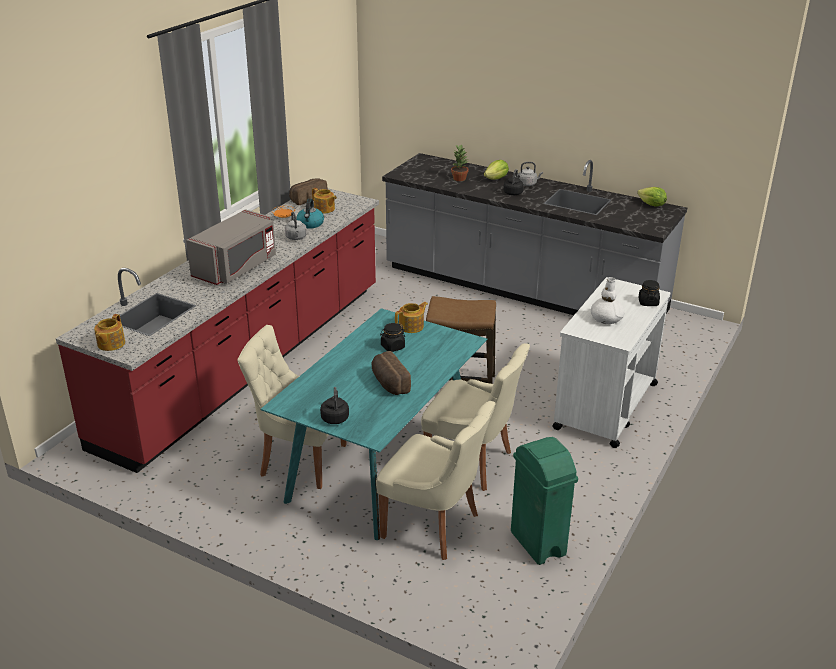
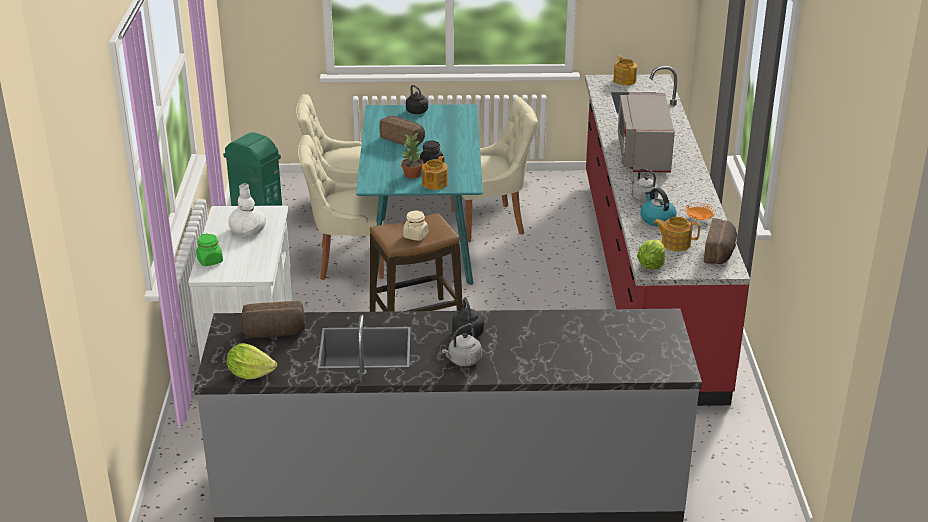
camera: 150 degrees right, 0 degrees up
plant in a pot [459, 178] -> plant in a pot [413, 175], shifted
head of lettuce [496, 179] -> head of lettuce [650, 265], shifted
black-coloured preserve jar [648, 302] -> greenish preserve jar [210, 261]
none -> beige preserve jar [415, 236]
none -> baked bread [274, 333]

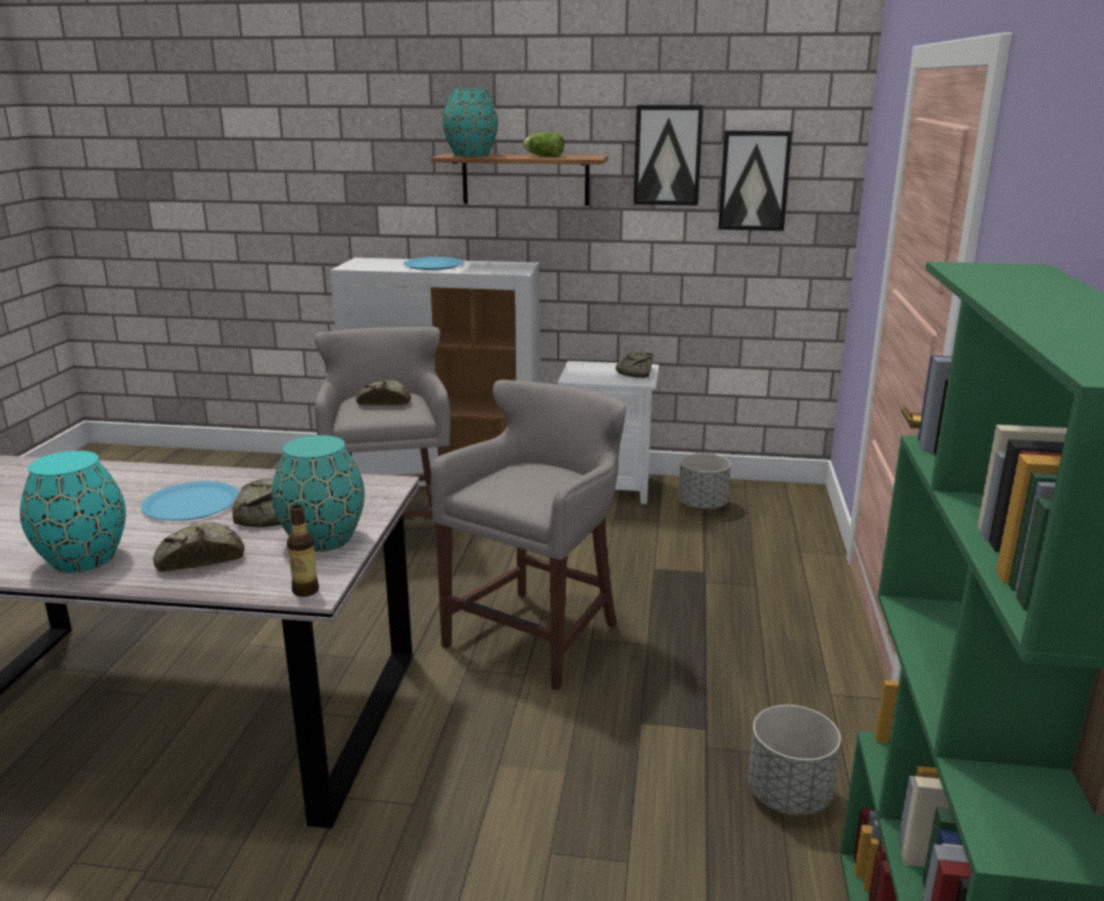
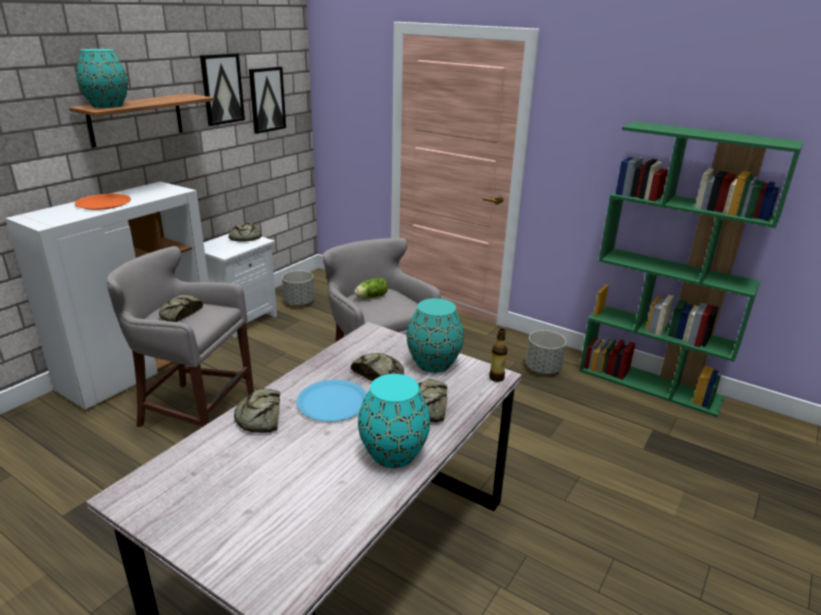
camera: 65 degrees left, 5 degrees up
head of lettuce [542, 156] -> head of lettuce [370, 297], shifted
blue flat dish [433, 265] -> orange flat dish [103, 203]
none -> baked bread [261, 417]

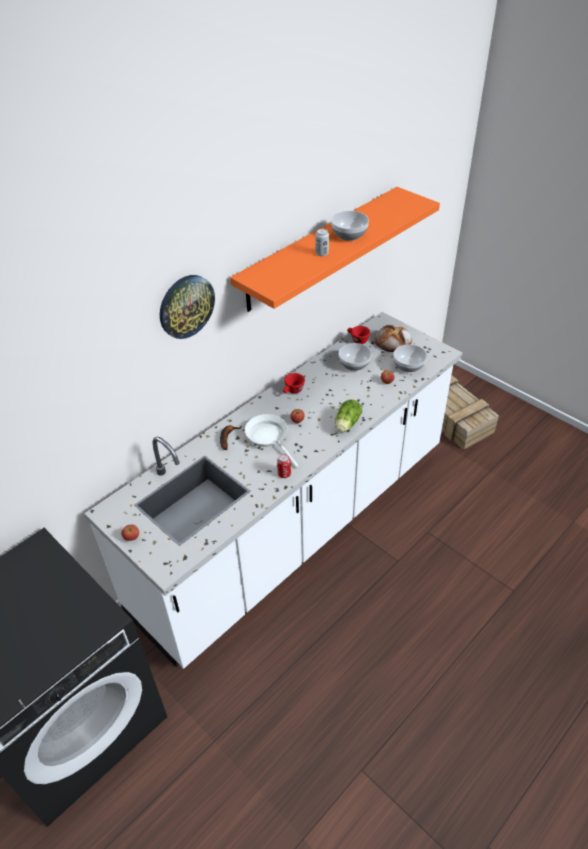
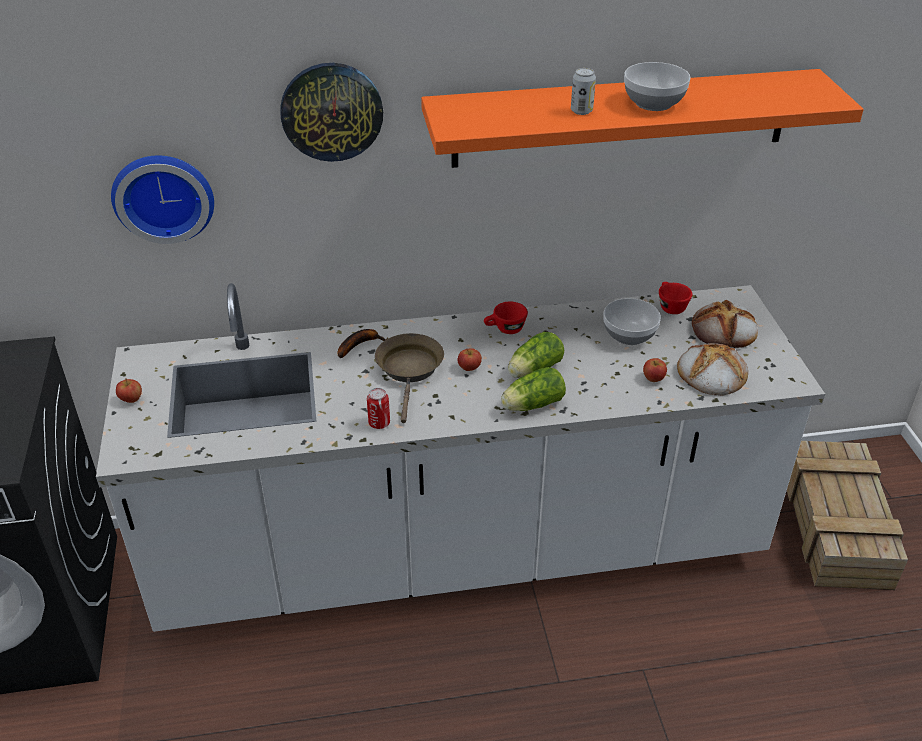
camera: 35 degrees right, 5 degrees down
serving bowl [408, 366] -> baked bread [711, 373]
whitish skillet [269, 438] -> brown-coloured skillet [410, 370]
none -> clock on the wall [163, 196]
none -> head of lettuce [533, 370]

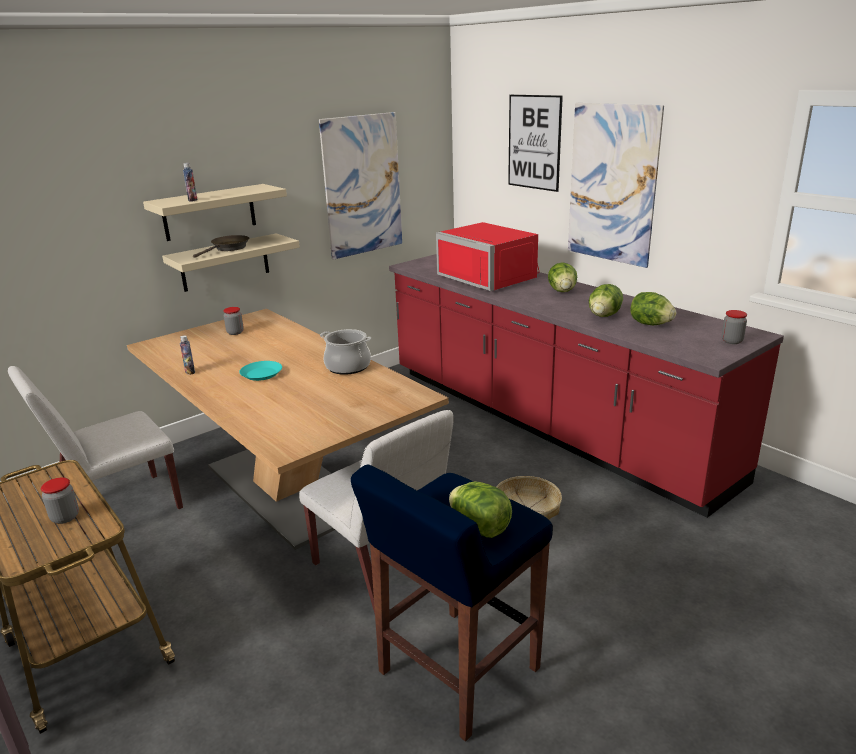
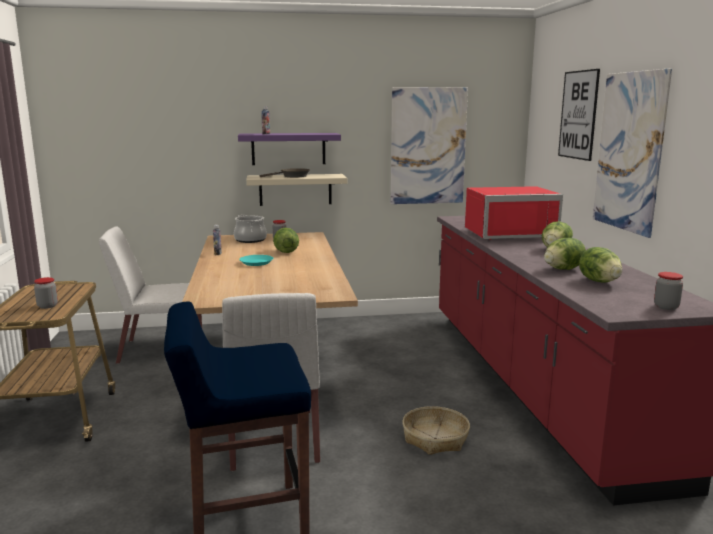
camera: 30 degrees right, 10 degrees down
beige wall shelf [209, 212] -> purple wall shelf [288, 148]
red microwave [491, 277] -> red microwave [508, 233], 90 degrees counterclockwise
saucepot [348, 366] -> saucepot [250, 240], shifted
head of lettuce [480, 528] -> head of lettuce [286, 252], shifted

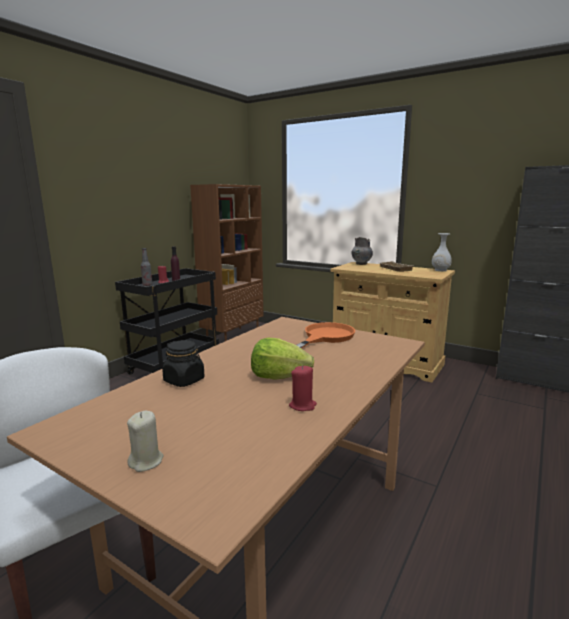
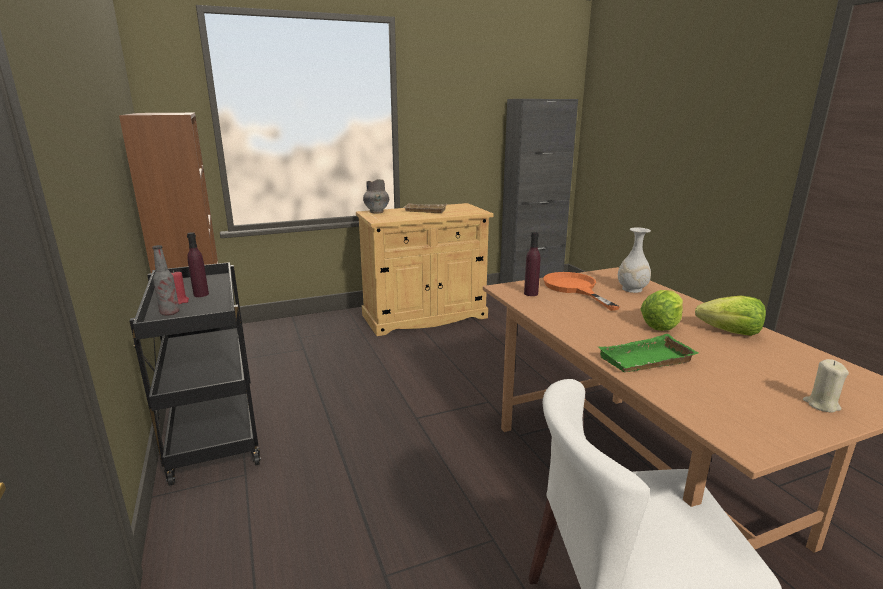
camera: 55 degrees left, 5 degrees up
whitish flower vase [440, 270] -> whitish flower vase [631, 289], shifted
black-coloured preserve jar [184, 380] -> greenish carrying tray [646, 361]
red candle [302, 405] -> head of lettuce [730, 332]
none -> purple beverage bottle [531, 293]

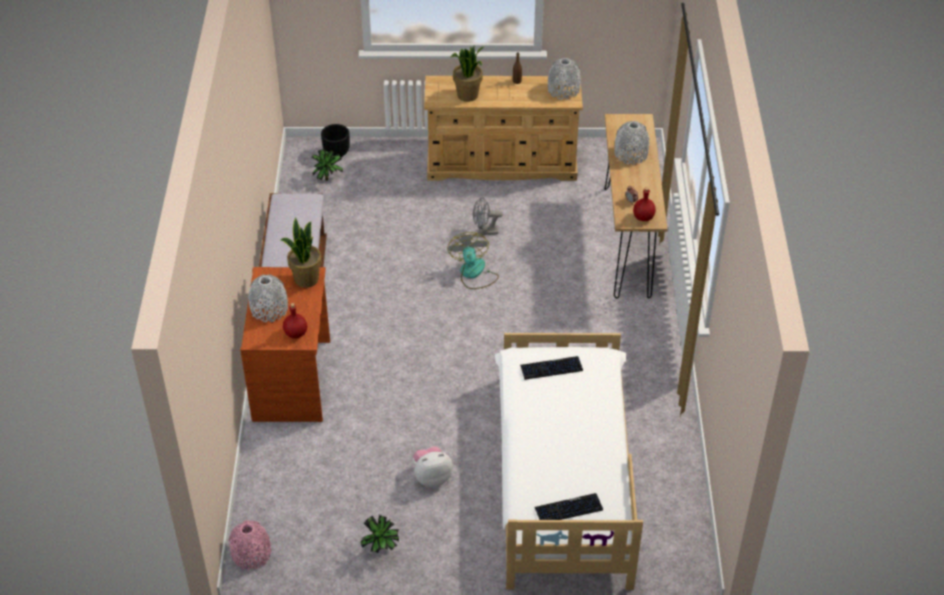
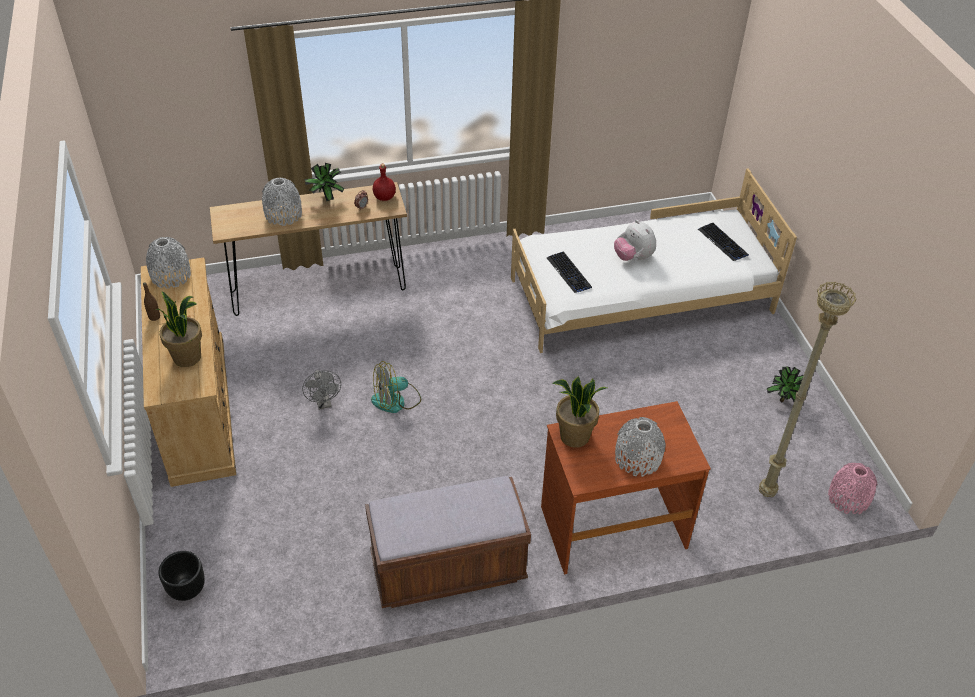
camera: 105 degrees left, 0 degrees up
plant in a pot [328, 178] -> plant in a pot [325, 199], shifted
red beverage bottle [296, 333] -> none
plush toy [432, 477] -> plush toy [633, 257], shifted
none -> beige floor lamp [768, 492]

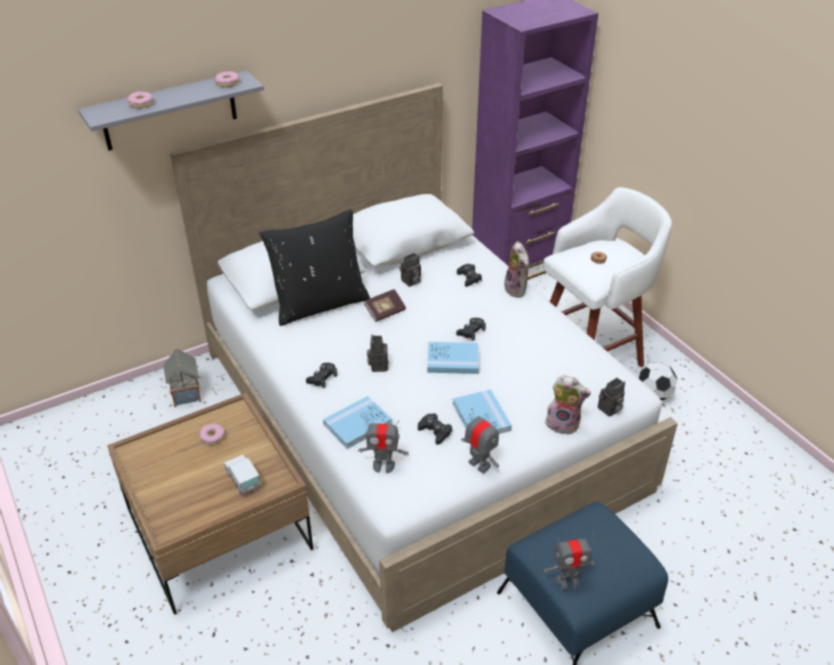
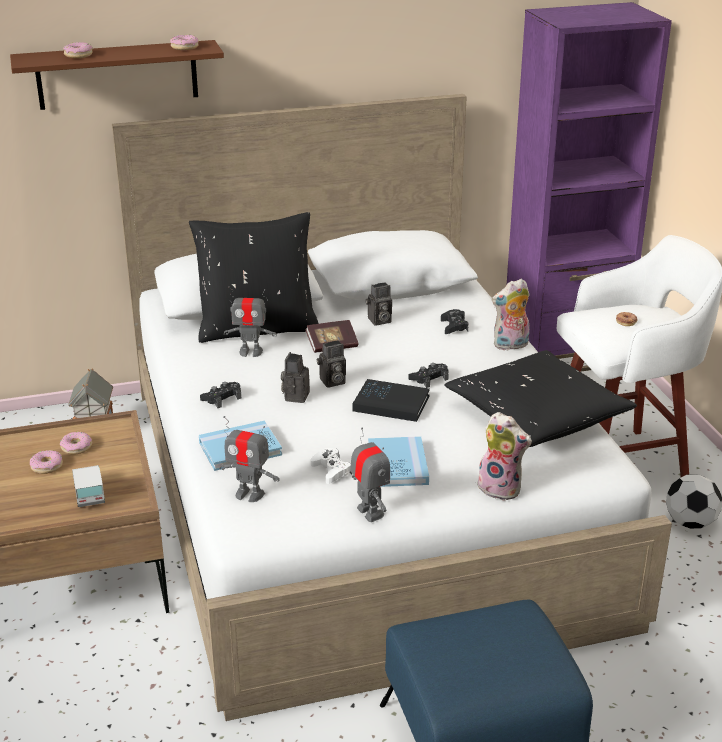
camera: 15 degrees right, 10 degrees down
gray wall shelf [169, 111] -> brown-coloured wall shelf [117, 75]
plush toy [517, 290] -> plush toy [510, 346], 75 degrees clockwise
blue volume [453, 360] -> black-coloured volume [391, 403]
still camera [609, 410] -> still camera [332, 382], shifted
black-coloured game controller [435, 431] -> whitish game controller [331, 470]
toy robot [567, 580] -> toy robot [250, 352], shifted
none -> black-coloured pillow [537, 415]
none -> ring doughnut [47, 466]

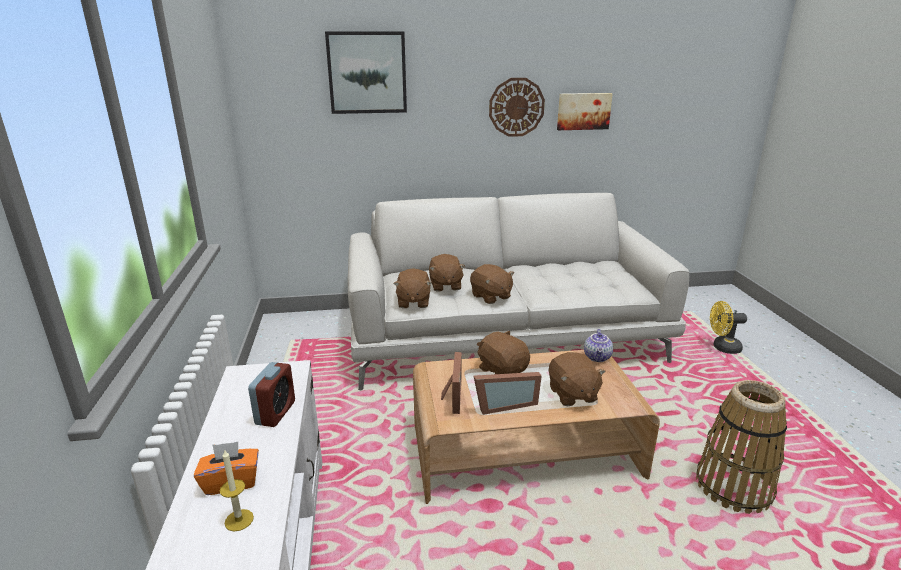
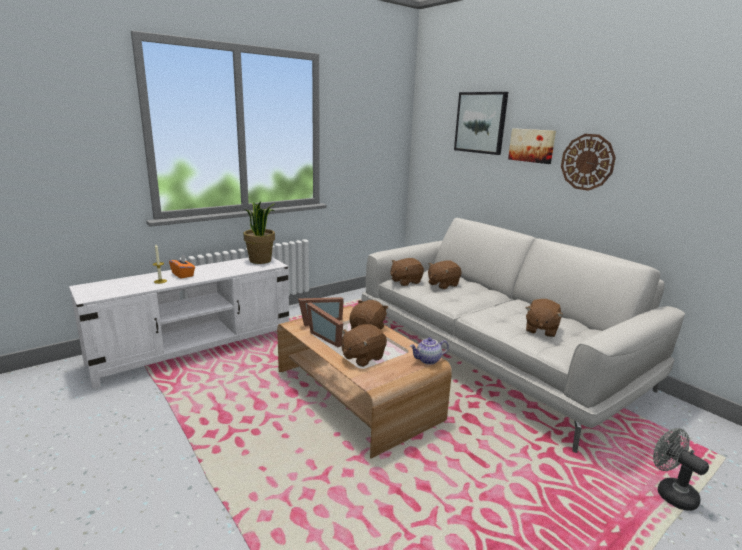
camera: 60 degrees right, 5 degrees down
wall picture [583, 111] -> wall picture [532, 145], shifted
brown-coloured plush toy [491, 296] -> brown-coloured plush toy [540, 329], shifted
yellow-coloured cooling fan [722, 348] -> gray cooling fan [670, 492]
alarm clock [275, 413] -> none
household basket [733, 487] -> none
none -> plant in a pot [261, 260]

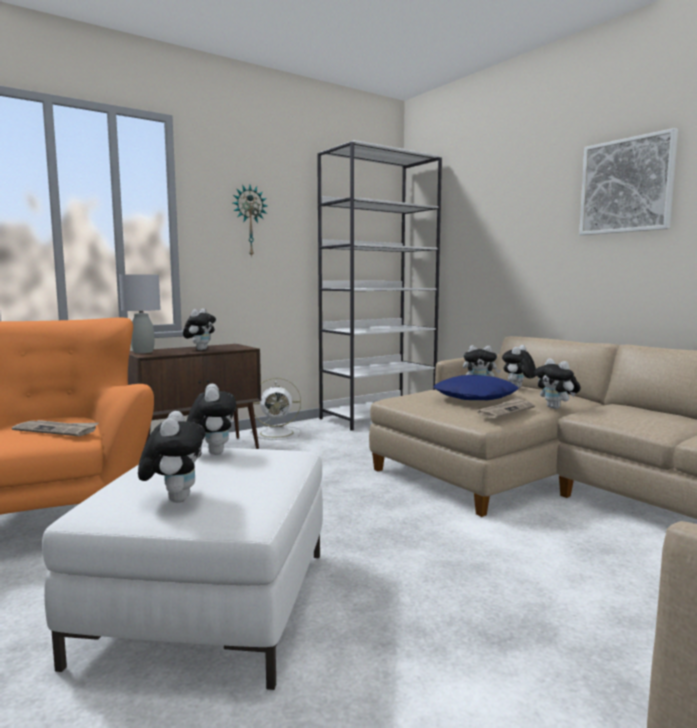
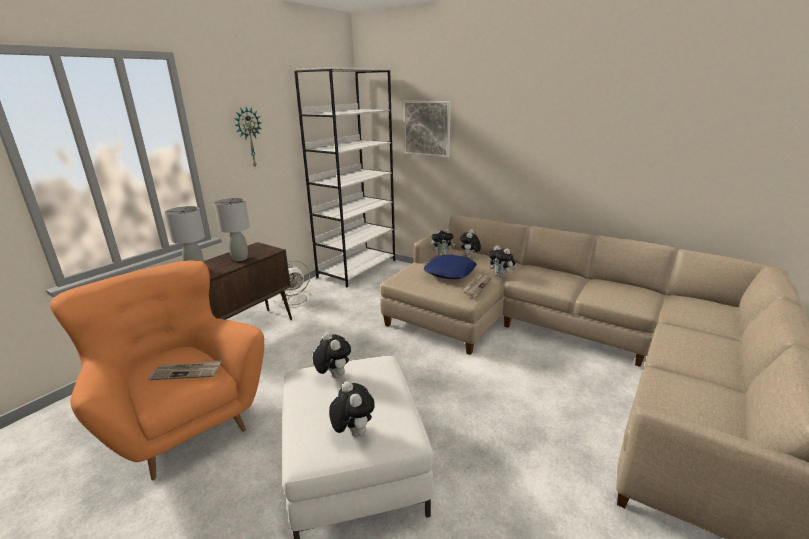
camera: 20 degrees left, 15 degrees up
wall picture [626, 186] -> wall picture [427, 128], shifted
plush toy [200, 349] -> gray table lamp [240, 258]

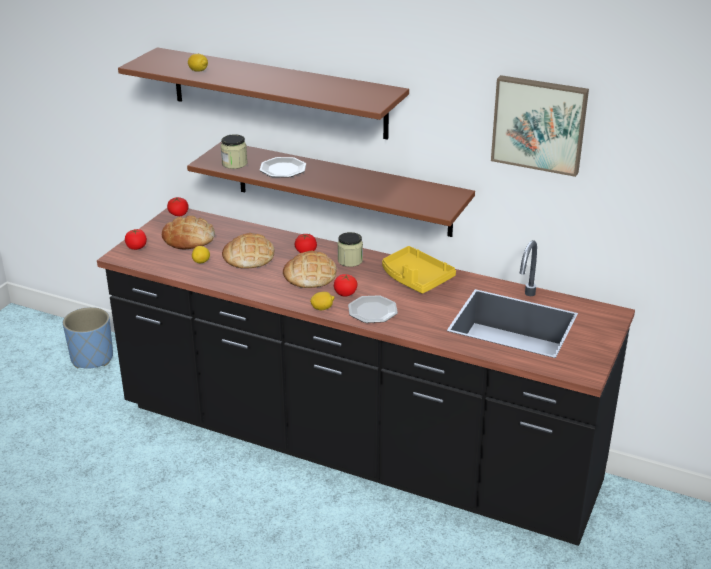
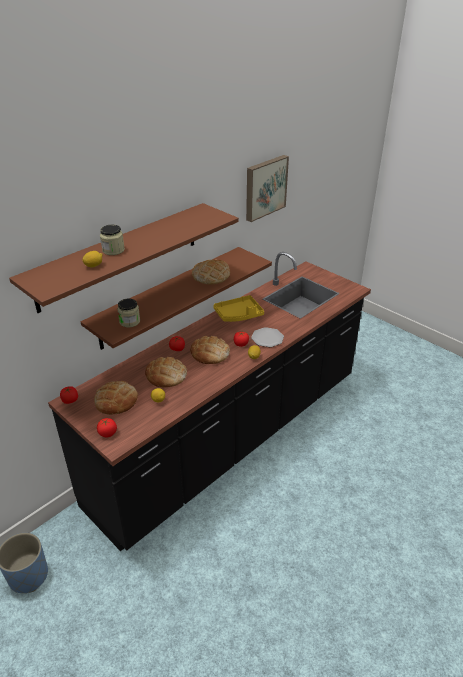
camera: 70 degrees left, 5 degrees up
flat dish [282, 169] -> none
preserve jar [350, 260] -> preserve jar [113, 250], shifted
none -> baked bread [211, 276]

